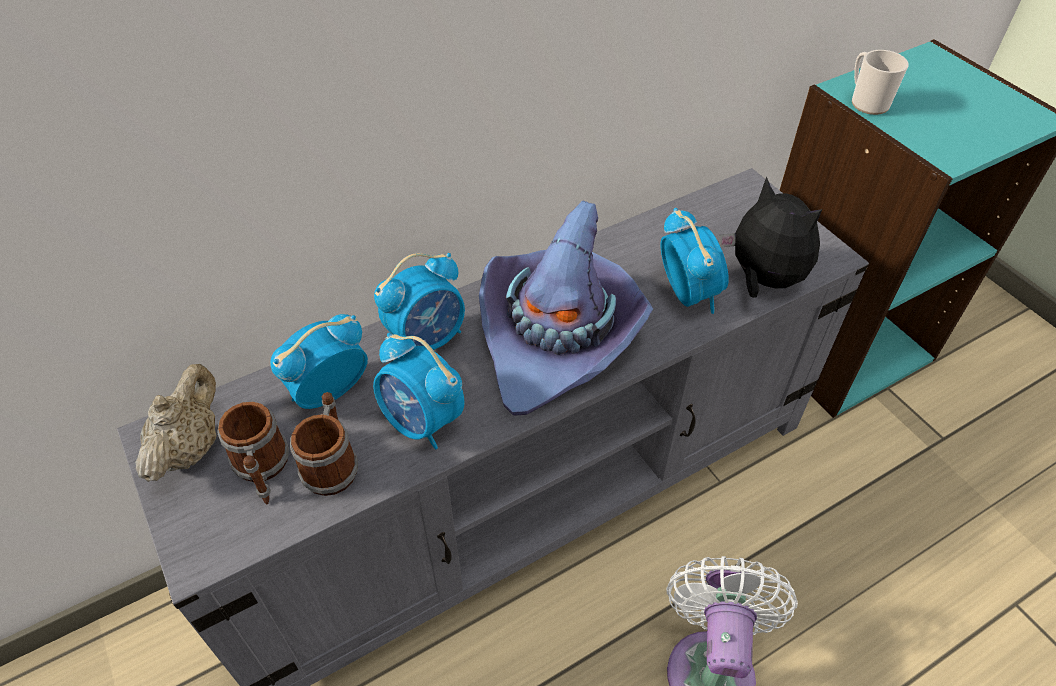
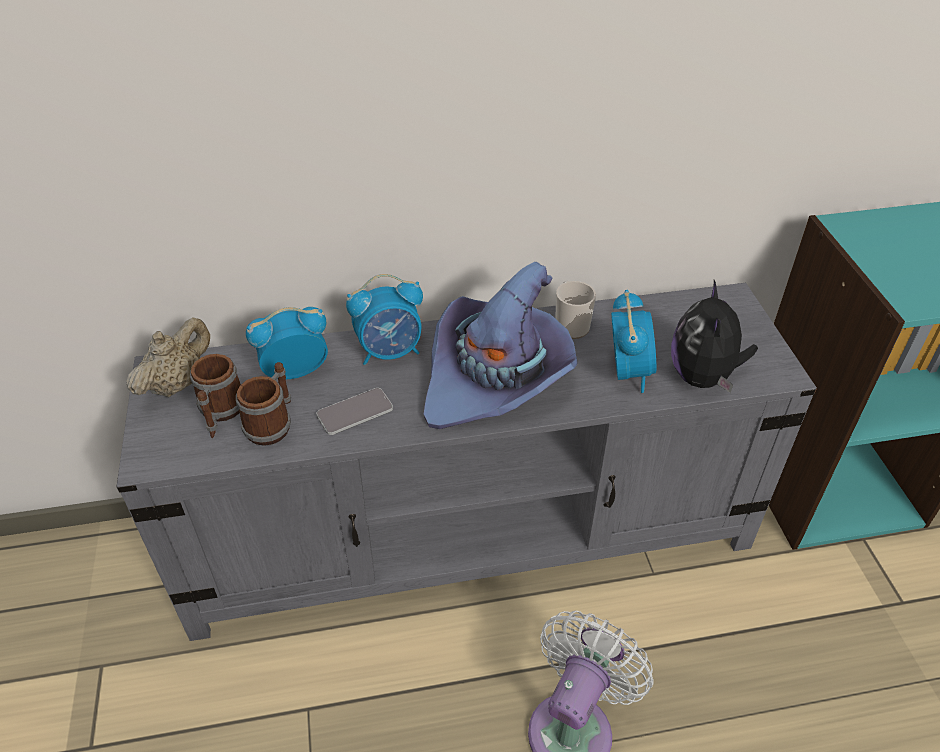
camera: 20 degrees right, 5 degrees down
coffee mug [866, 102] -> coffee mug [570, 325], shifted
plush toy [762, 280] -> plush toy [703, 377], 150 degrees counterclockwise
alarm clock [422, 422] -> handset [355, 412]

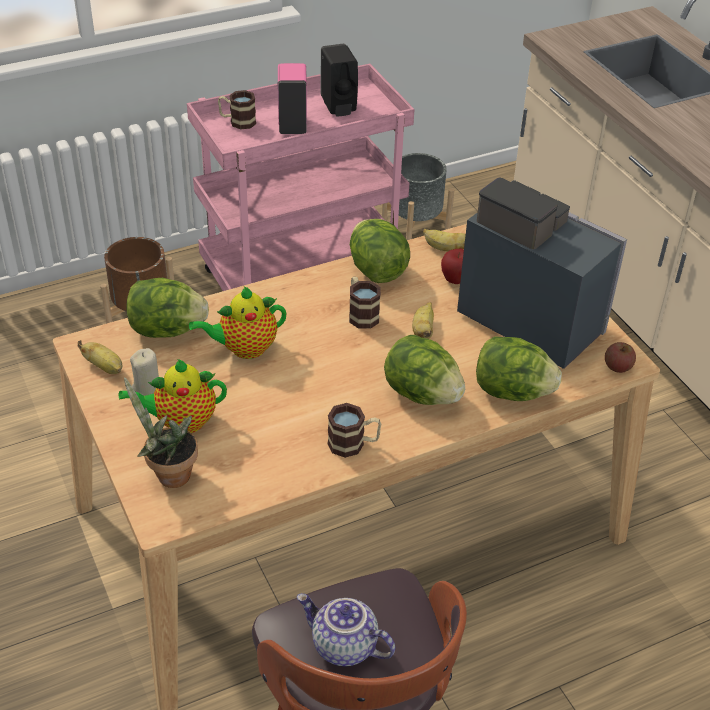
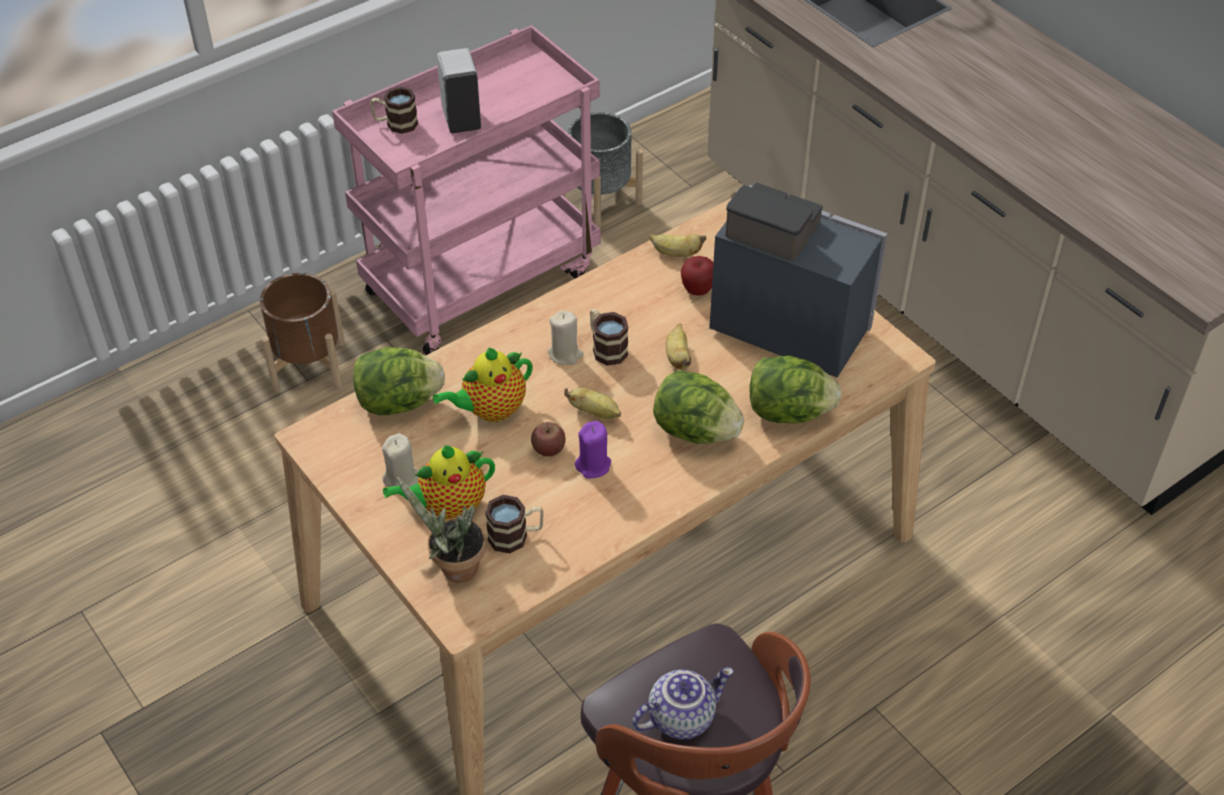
camera: 10 degrees left, 5 degrees up
black-coloured soap bottle [338, 107] -> none
pink-coloured soap bottle [292, 125] -> whitish soap bottle [461, 119]
head of lettuce [376, 270] -> none
whole banana [105, 367] -> whole banana [595, 412], shifted
apple [617, 367] -> apple [548, 449], shifted
coffee mug [353, 444] -> coffee mug [516, 536], shifted
teapot [343, 647] -> teapot [681, 716], 135 degrees clockwise
none -> beige candle [565, 354]
none -> purple candle [593, 465]

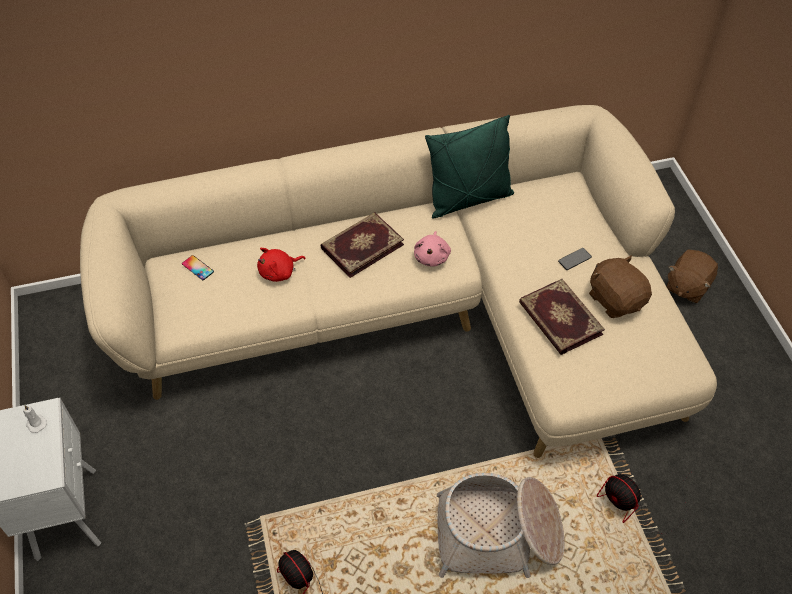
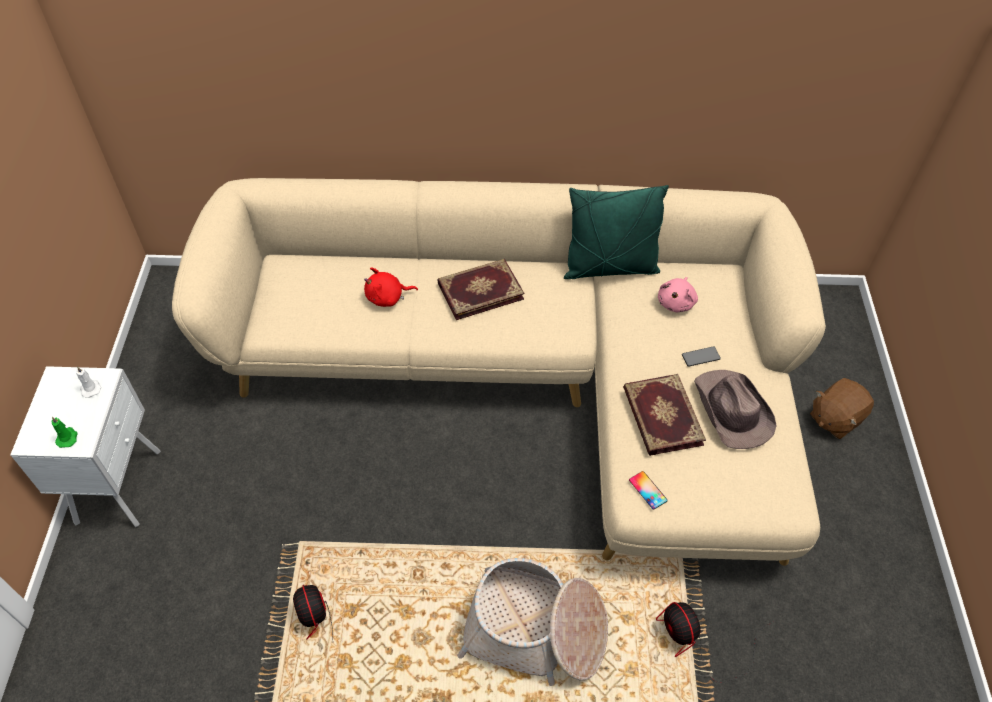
camera: 15 degrees right, 0 degrees up
pink-coloured plush toy [432, 256] -> pink-coloured plush toy [676, 302], shifted
handset [197, 268] -> handset [648, 490], shifted
brown-coloured plush toy [615, 299] -> brown-coloured hat [731, 411]
none -> greenish candle [67, 437]

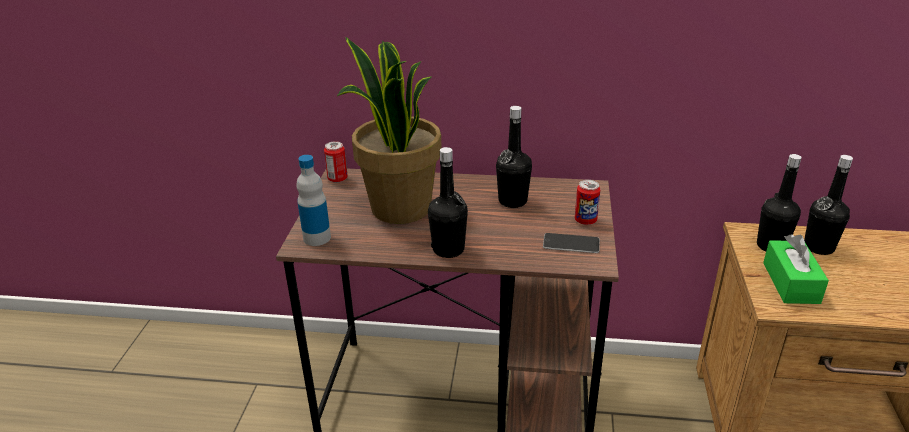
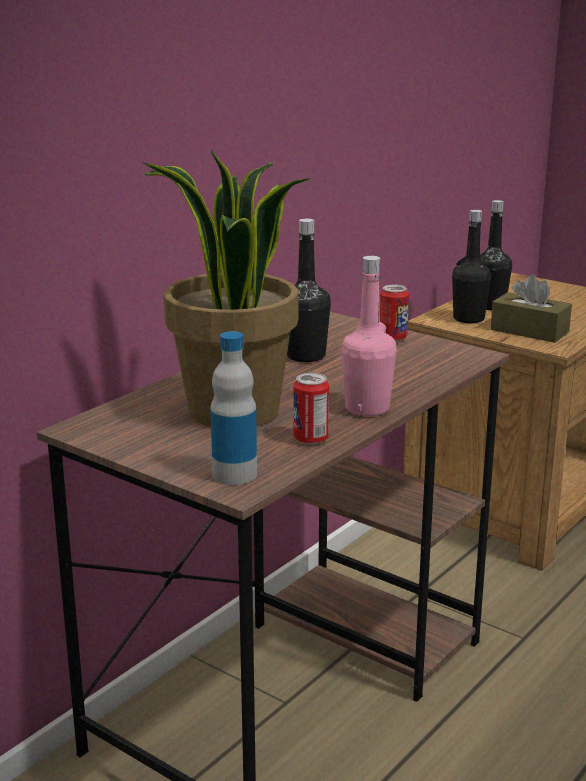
camera: 60 degrees left, 10 degrees down
sealed can [337, 179] -> sealed can [310, 439], shifted
black-coloured beverage bottle [448, 249] -> pink-coloured beverage bottle [367, 408]
handset [571, 243] -> none
greenish tissue box [790, 283] -> brown-coloured tissue box [529, 331]

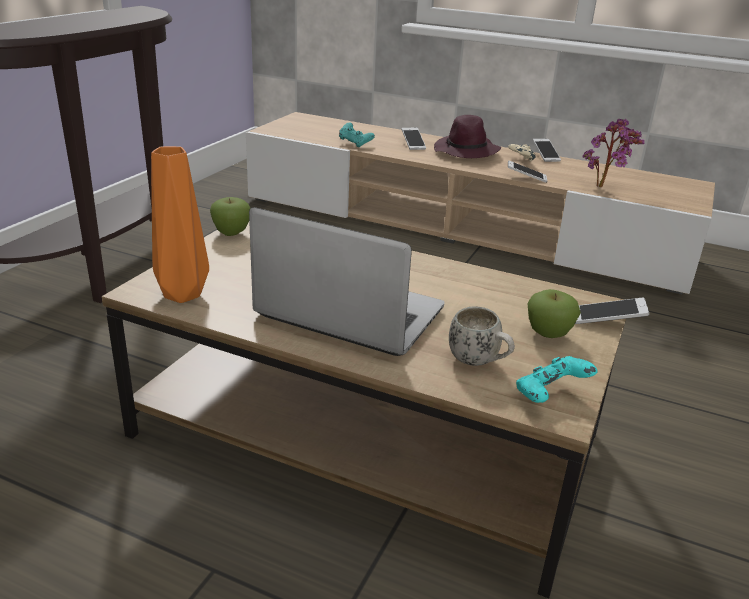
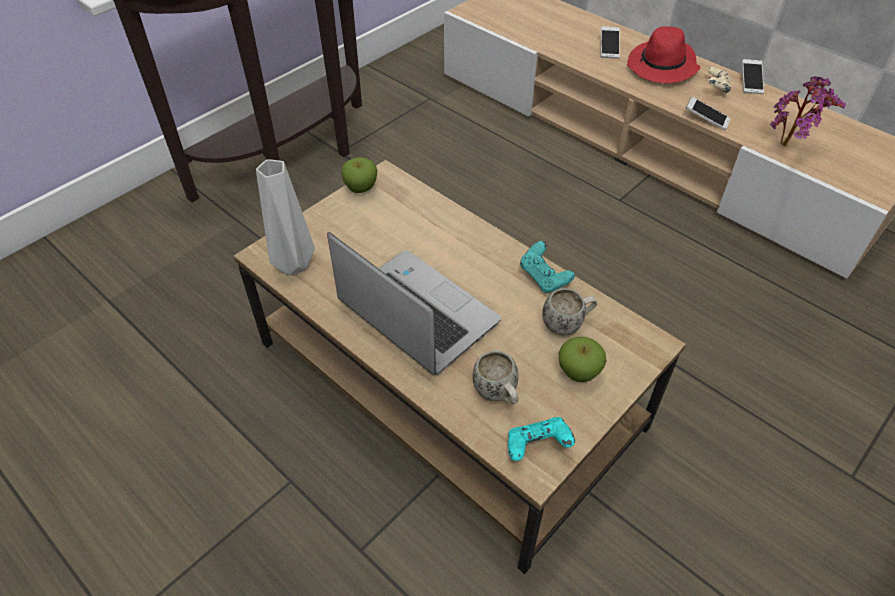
camera: 20 degrees right, 20 degrees up
purple hat [466, 152] -> red hat [662, 67]
turquoise-coloured game controller [355, 144] -> turquoise-coloured game controller [544, 278], shifted
orange flower vase [180, 295] -> gray flower vase [291, 266]
handset [607, 320] -> none
none -> whitish coffee mug [567, 324]

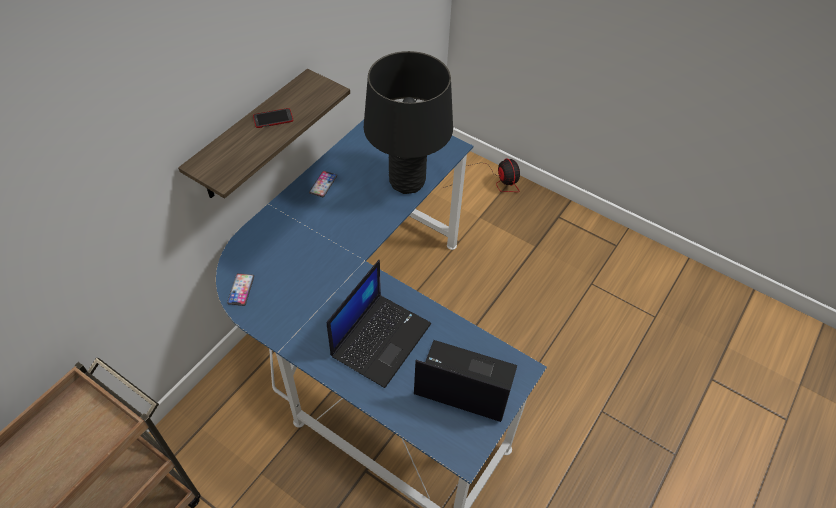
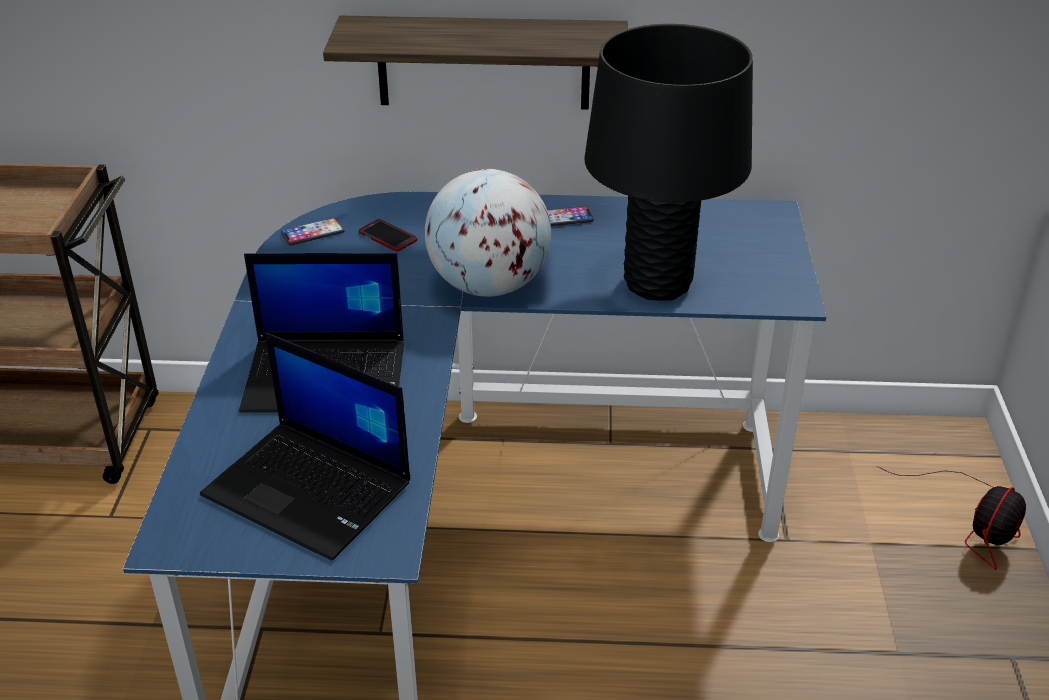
camera: 60 degrees right, 15 degrees down
handset [273, 119] -> handset [388, 236], shifted
laptop [464, 381] -> laptop [311, 489], 135 degrees clockwise
none -> world globe [488, 286]

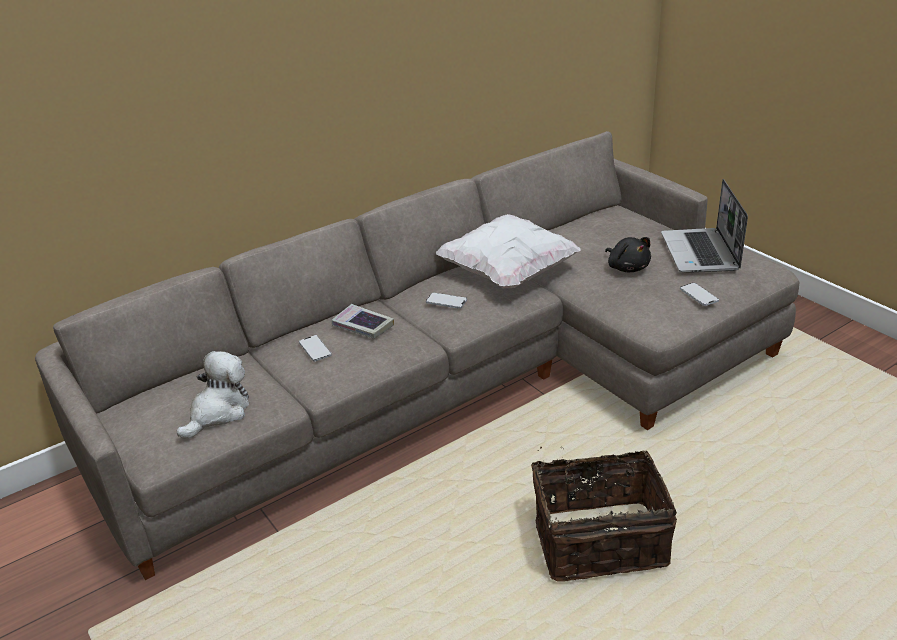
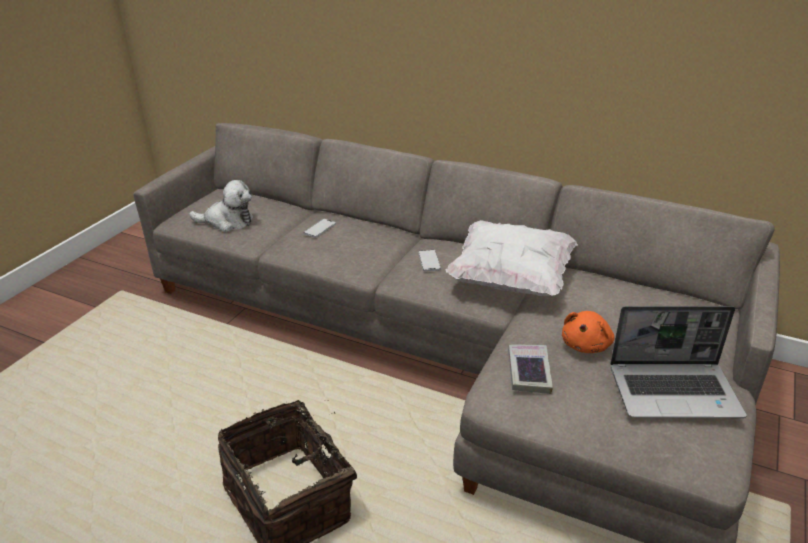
camera: 60 degrees right, 0 degrees up
laptop [701, 253] -> laptop [675, 391], 150 degrees counterclockwise
black-coloured plush toy [627, 267] -> orange plush toy [586, 345]
handset [698, 295] -> none
volume [363, 326] -> volume [528, 372], shifted

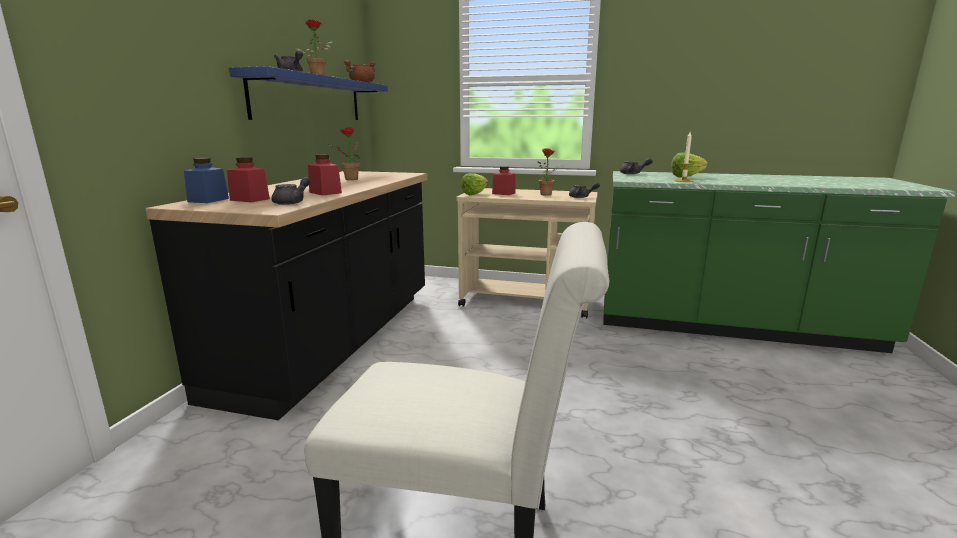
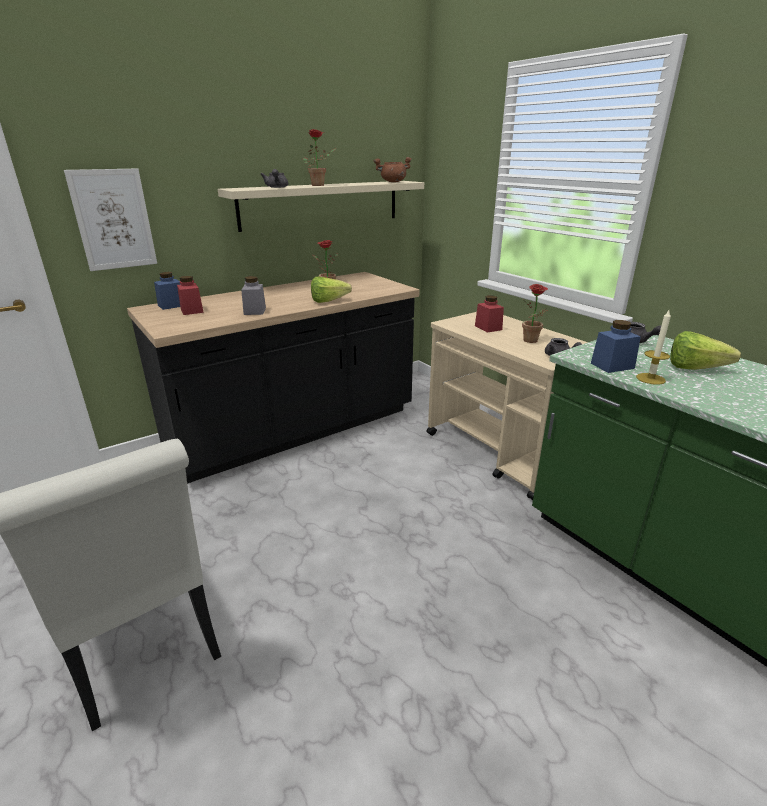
camera: 40 degrees right, 10 degrees up
blue wall shelf [310, 99] -> beige wall shelf [322, 204]
red preserve jar [325, 193] -> gray preserve jar [255, 311]
head of lettuce [477, 194] -> head of lettuce [332, 301], shifted
gray teapot [292, 202] -> none
none -> wall picture [113, 220]
none -> blue preserve jar [612, 366]

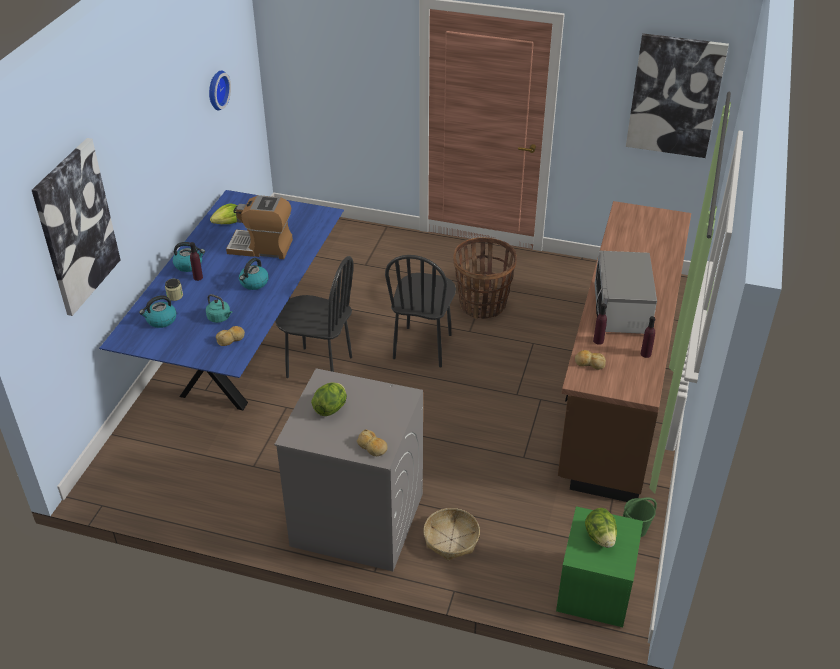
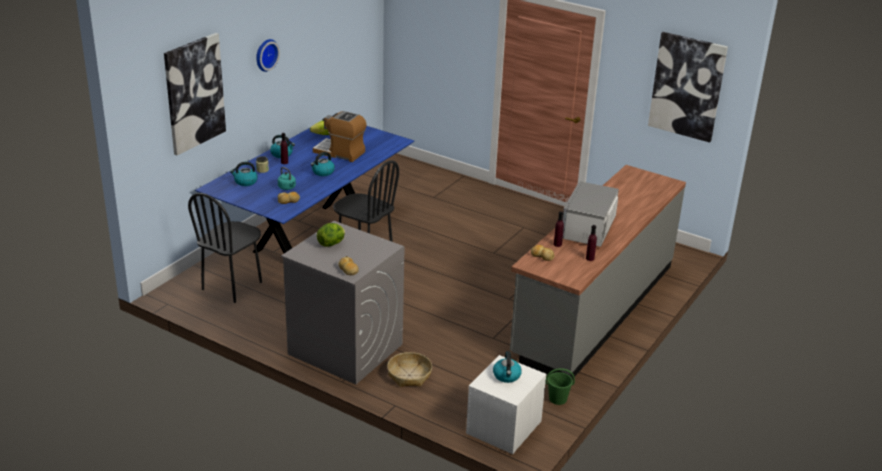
camera: 15 degrees right, 10 degrees down
clock on the wall [216, 90] -> clock on the wall [265, 54], shifted
brown-coloured kitchen counter [617, 387] -> gray kitchen counter [593, 310]
household basket [482, 305] -> none
black-coloured chair [423, 346] -> black-coloured chair [232, 286], shifted
greenish bedside table [594, 590] -> whitish bedside table [503, 428]
head of lettuce [600, 537] -> tea kettle [507, 376]

